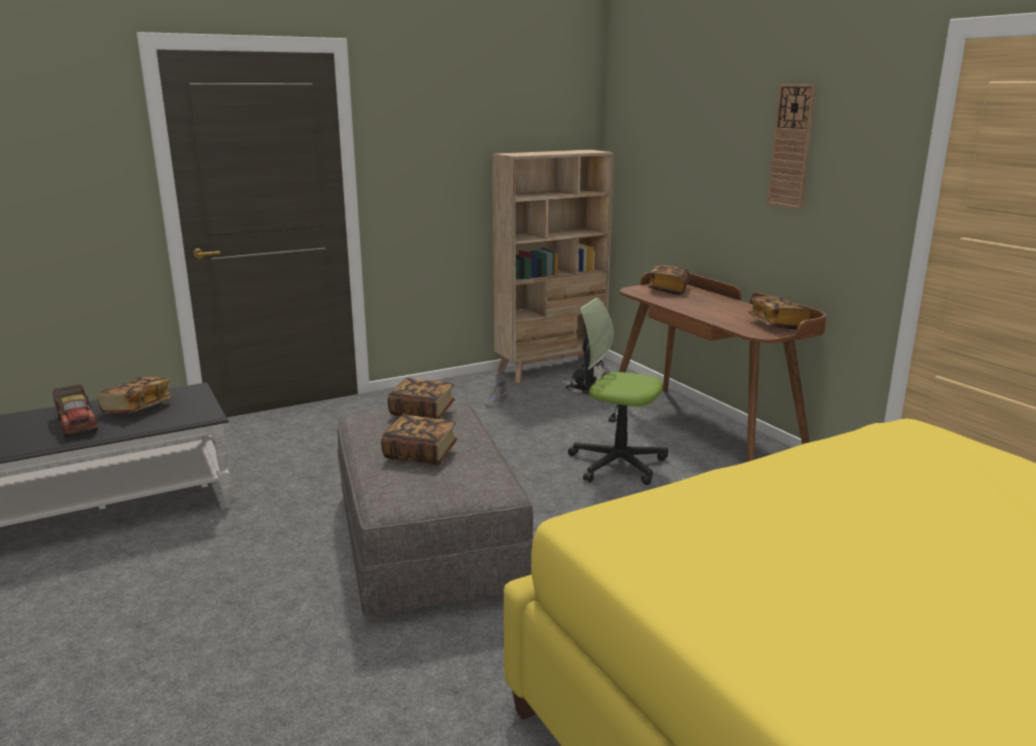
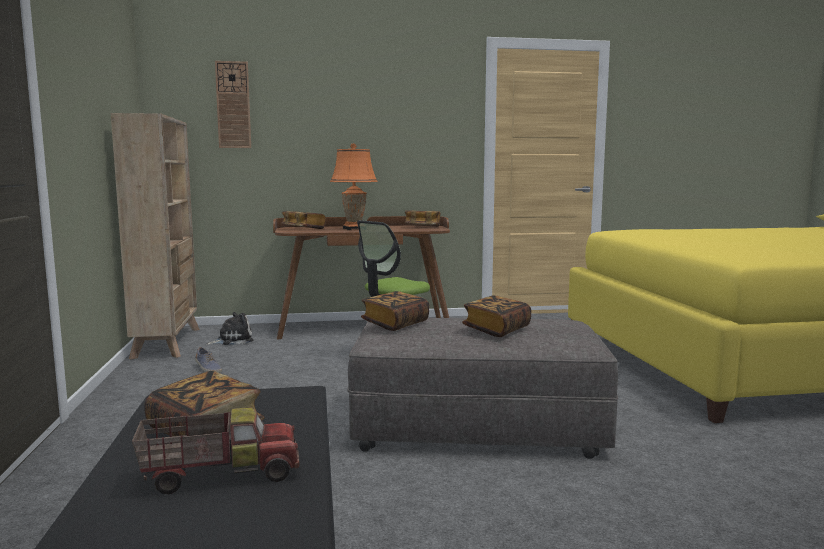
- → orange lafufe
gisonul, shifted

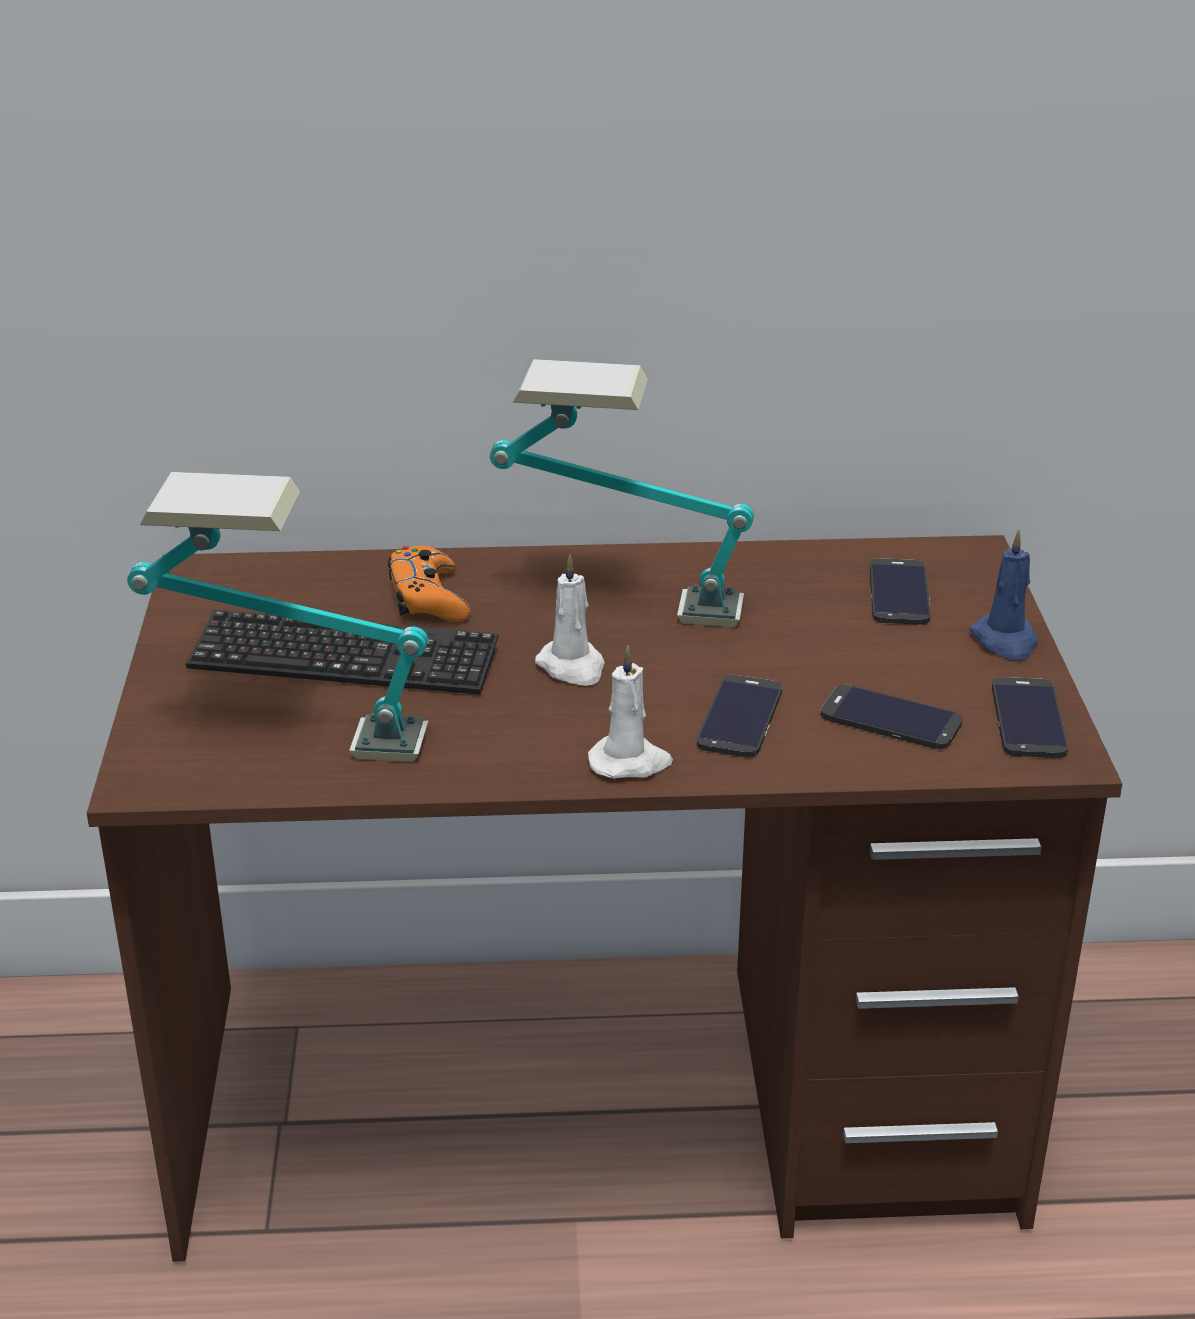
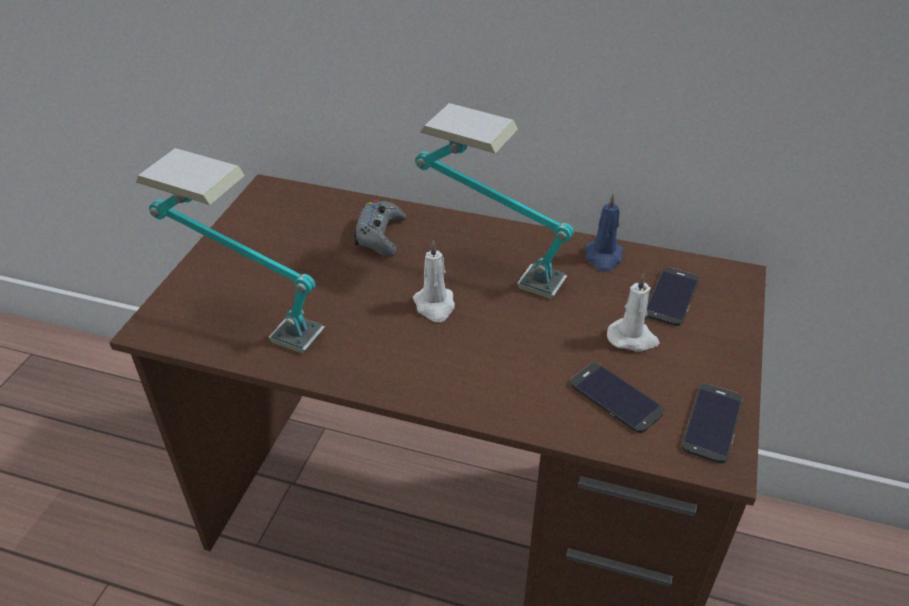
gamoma → -
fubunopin (no. 1 from left) → -
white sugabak (no. 2 from left), shifted
blue sugabak, shifted
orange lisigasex → grey lisigasex

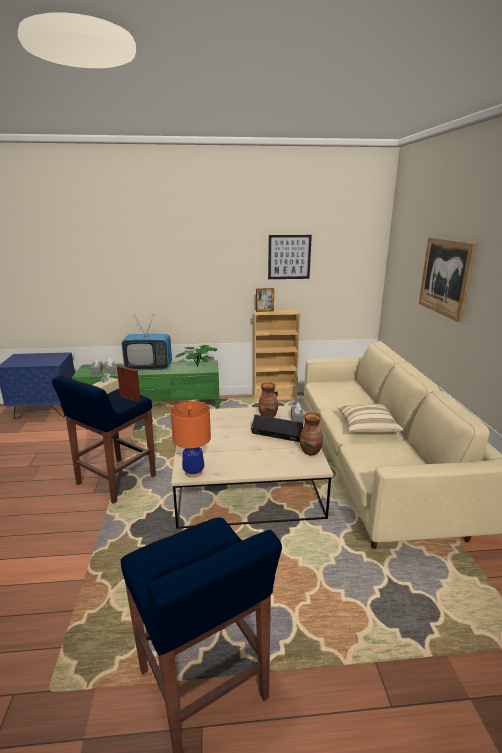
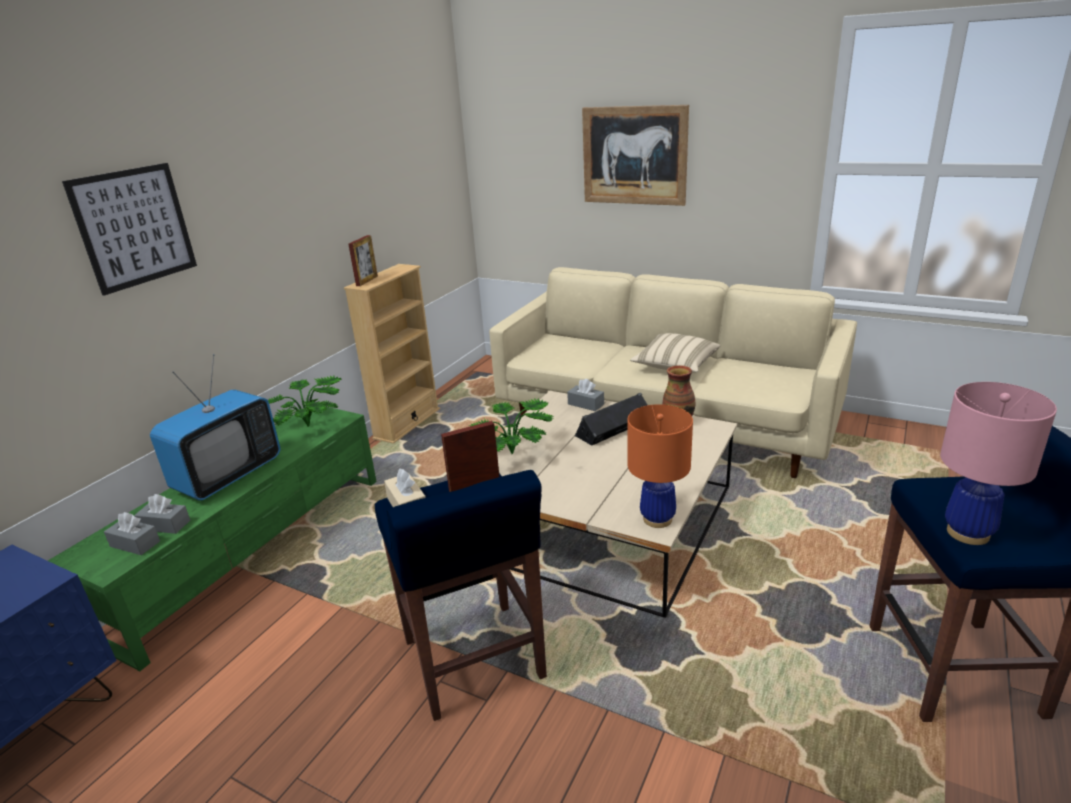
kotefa (no. 1 from left) → -
- → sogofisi (no. 2 from left)
- → pink lafufe
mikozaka (no. 1 from left), shifted

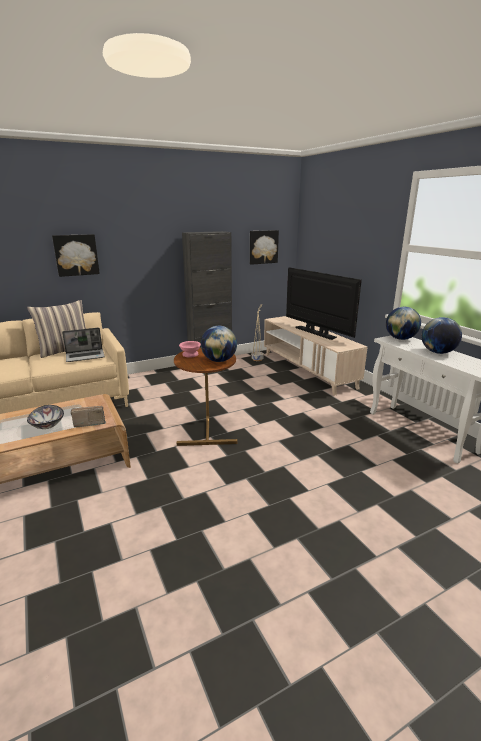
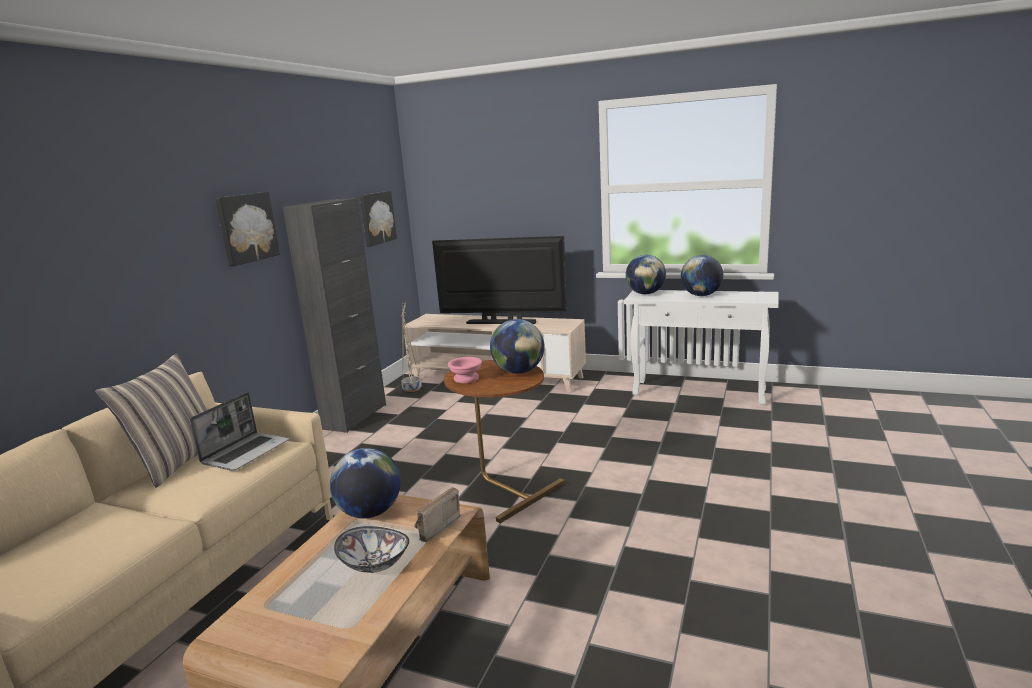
- → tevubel (no. 1 from left)
mikozaka (no. 1 from left), shifted

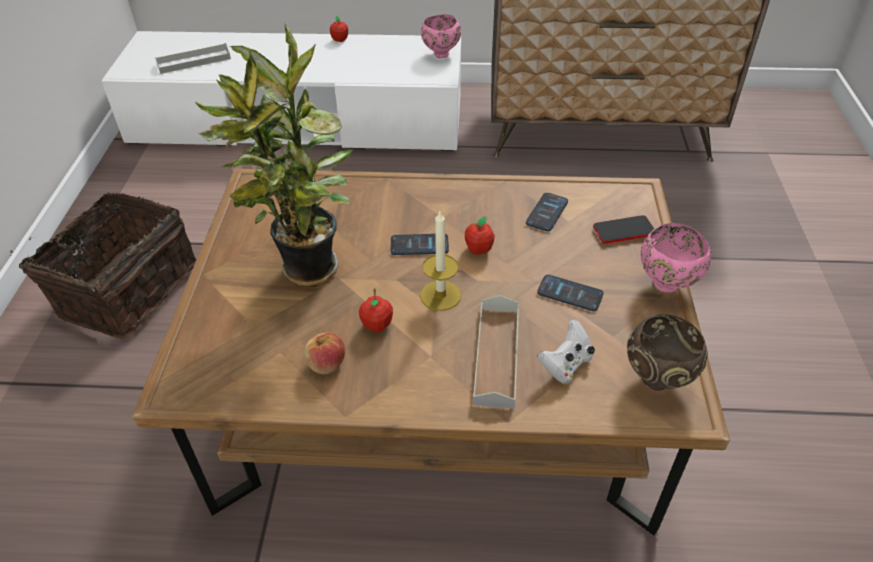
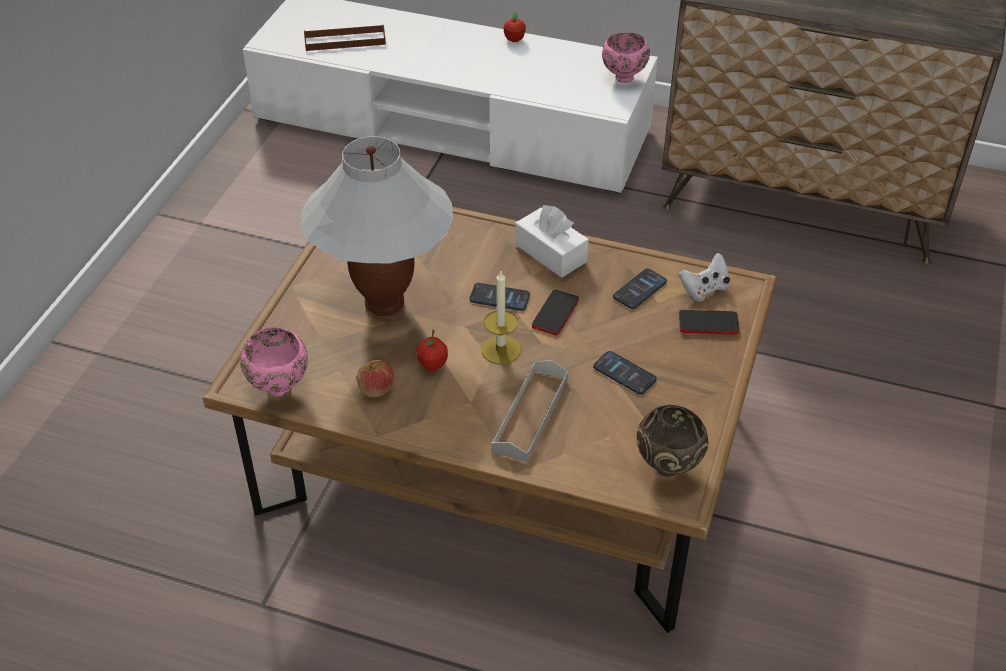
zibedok → -
- → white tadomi
white lisigasex, shifted
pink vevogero (no. 2 from left in the first image) → pink vevogero (no. 1 from left), shifted
sogofisi → white lafufe
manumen (no. 4 from left) → fubunopin (no. 2 from left)
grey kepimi (no. 1 from left) → brown kepimi

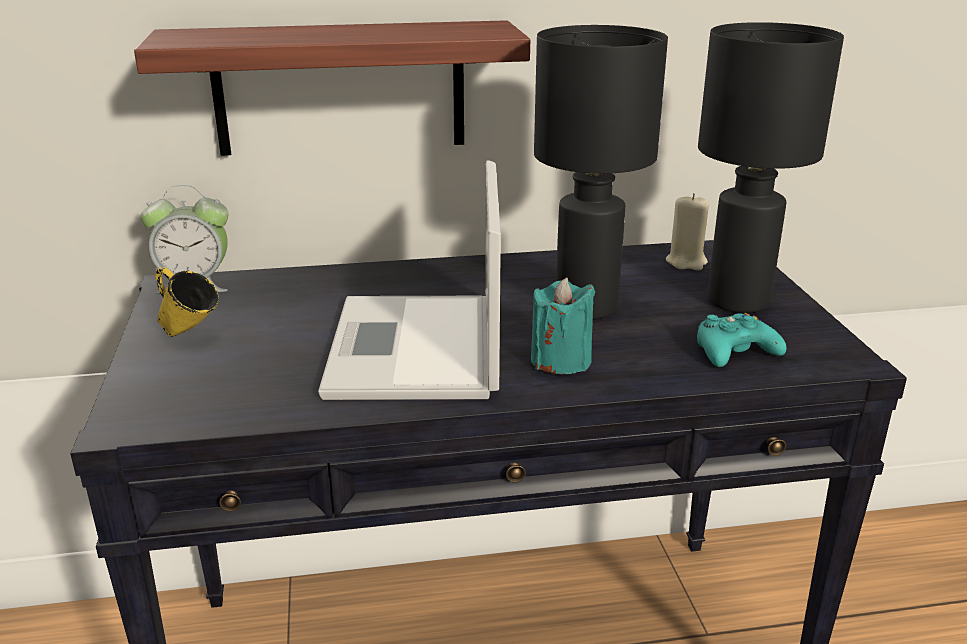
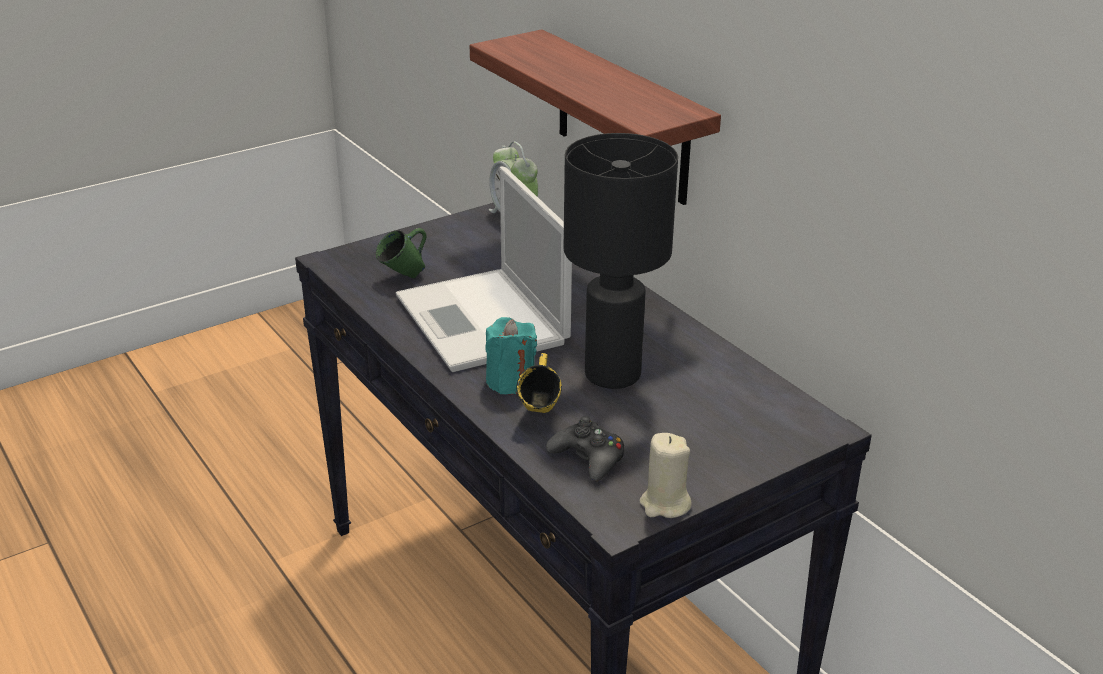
black lafufe (no. 2 from left) → -
- → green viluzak
yellow viluzak, shifted
beige sugabak, shifted
turquoise lisigasex → black lisigasex
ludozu, 90 degrees counterclockwise

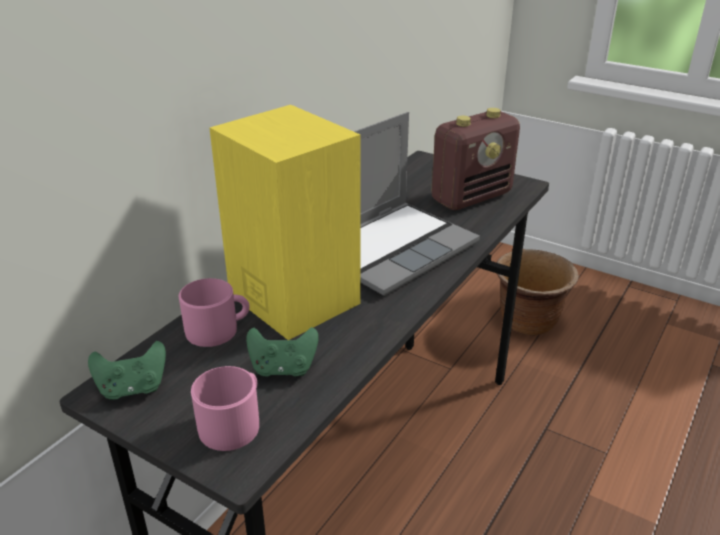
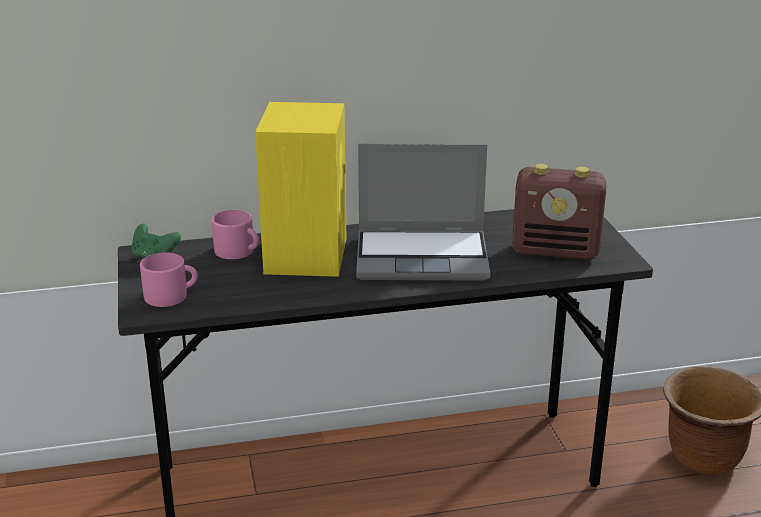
green lisigasex (no. 2 from left) → -

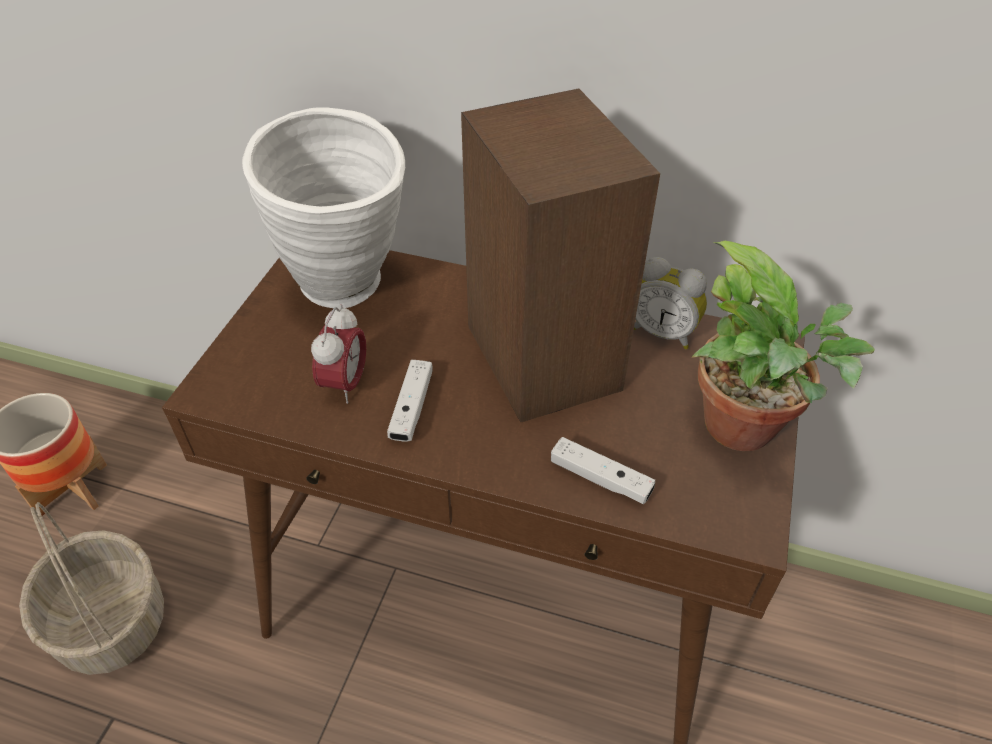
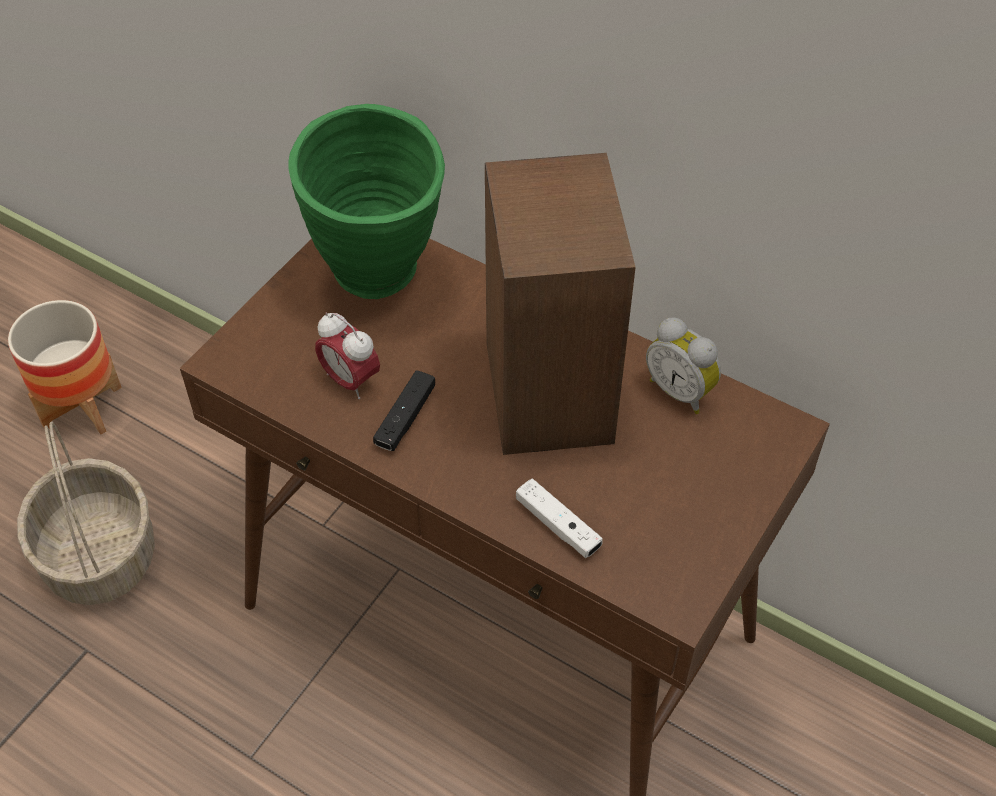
sogofisi → -
white kotefa → green kotefa
white lisigasex (no. 1 from left) → black lisigasex
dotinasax (no. 1 from left), 105 degrees clockwise

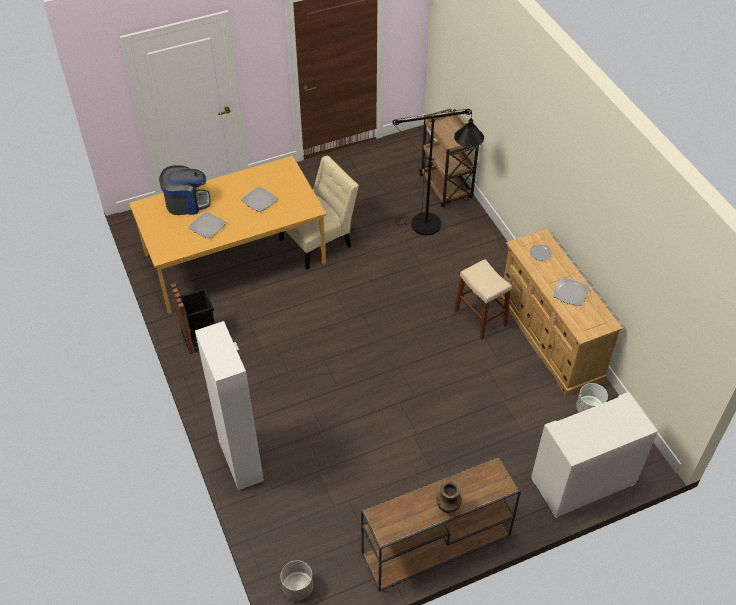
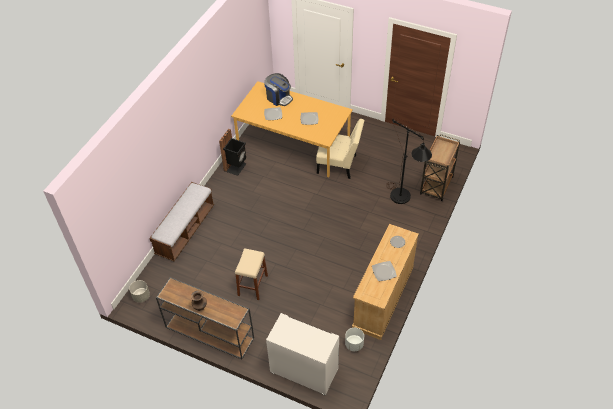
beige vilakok, shifted
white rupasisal → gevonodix

